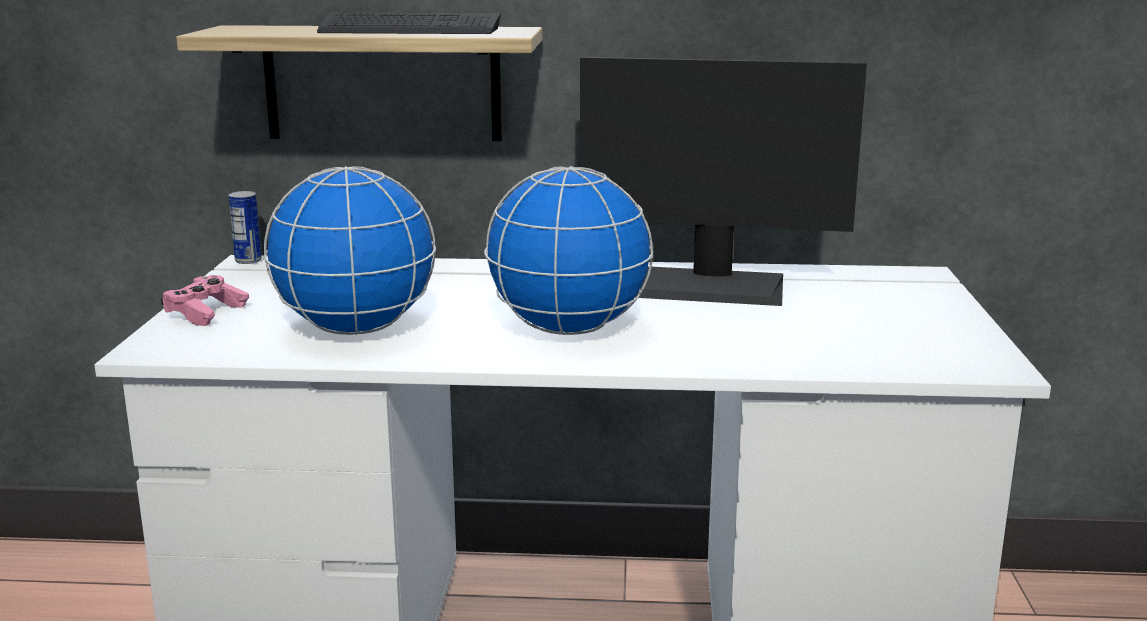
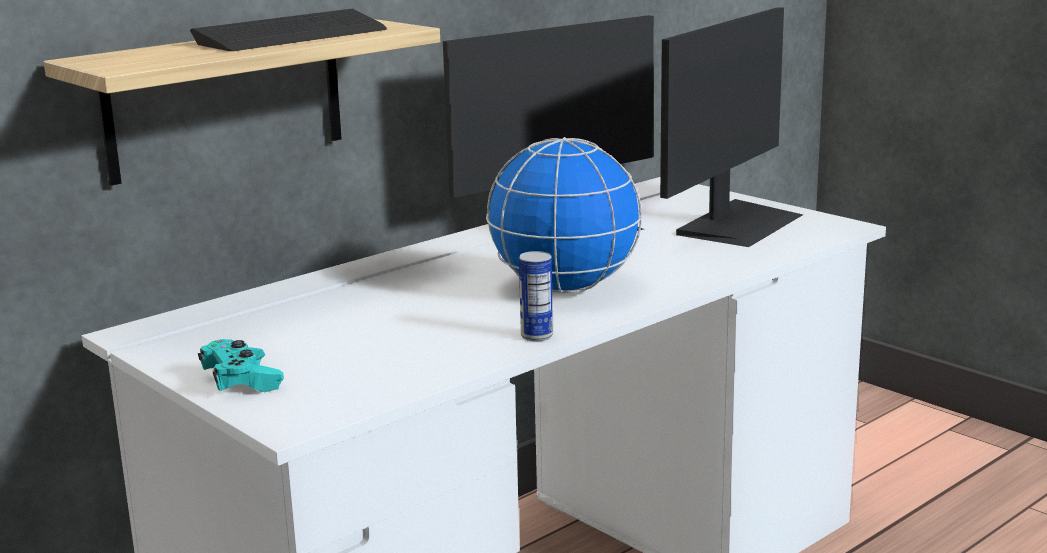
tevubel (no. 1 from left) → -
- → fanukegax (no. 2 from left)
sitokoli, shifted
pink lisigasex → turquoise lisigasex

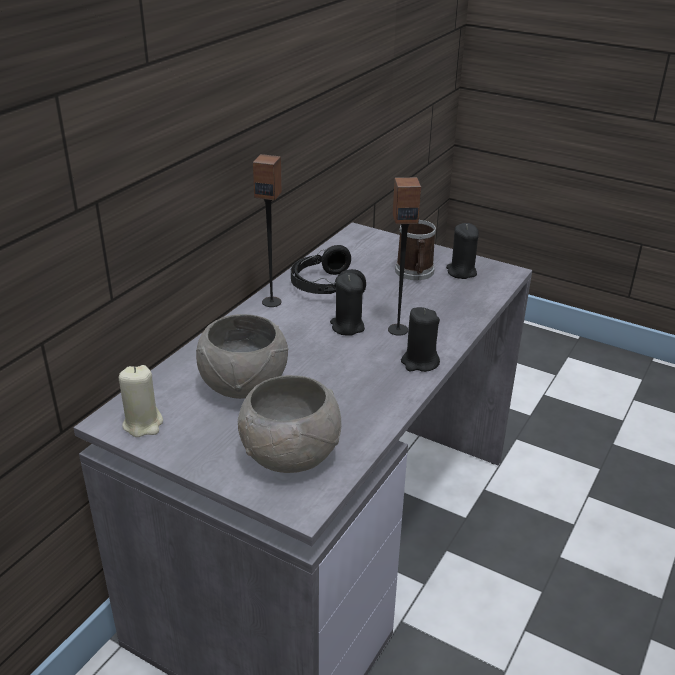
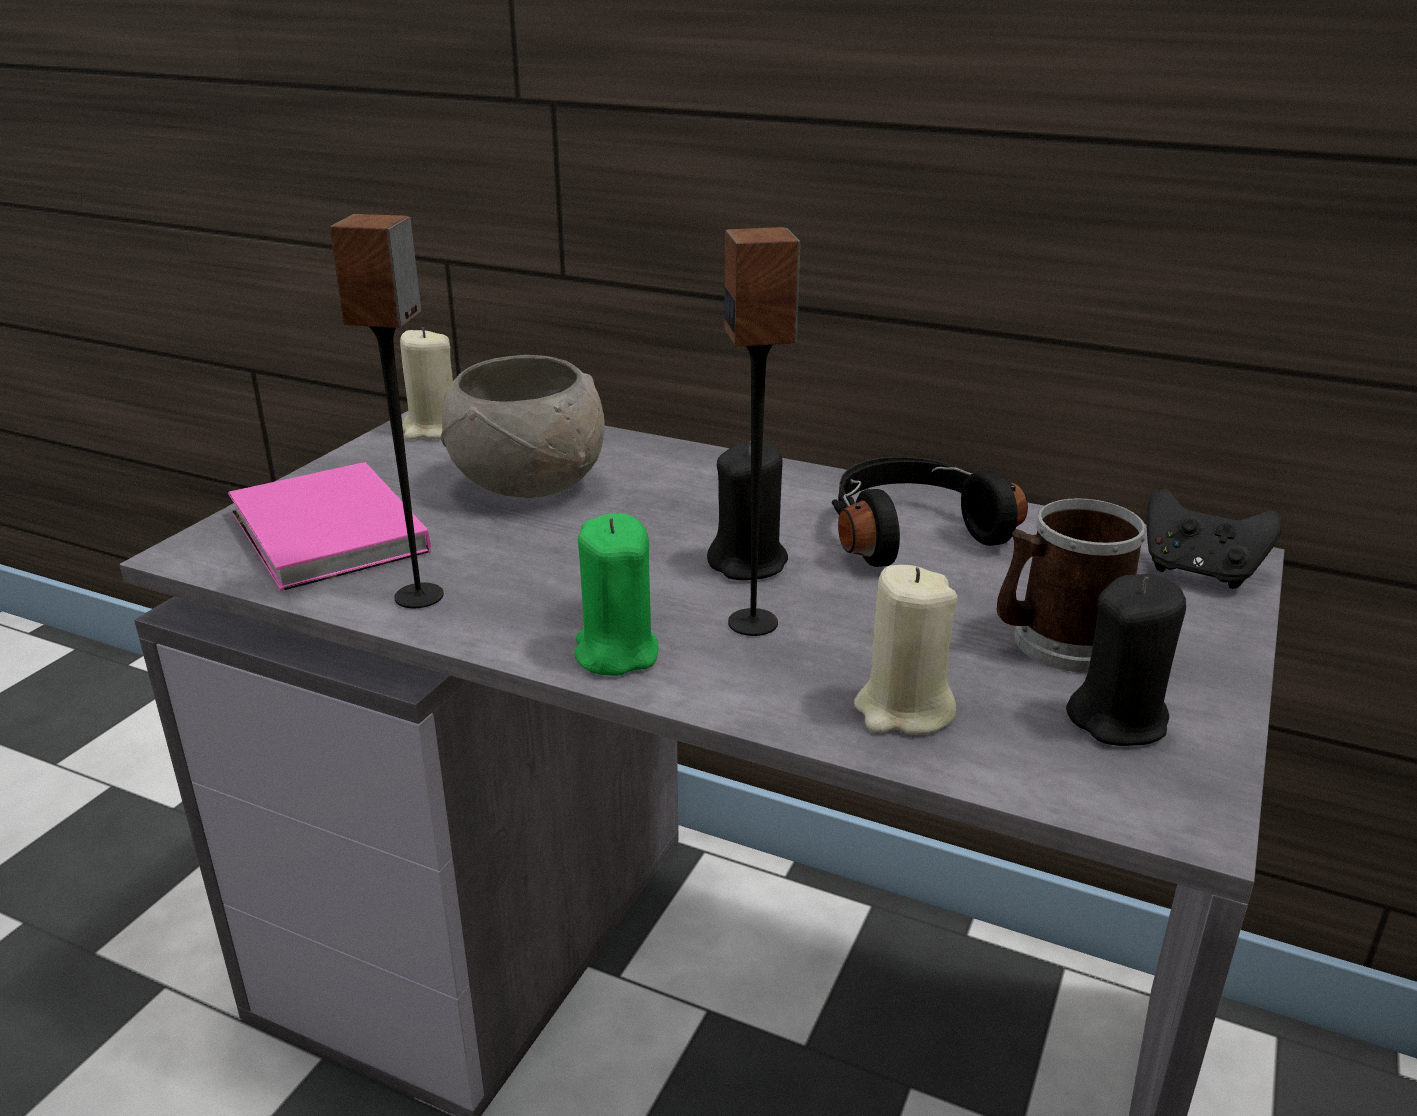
- → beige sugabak (no. 2 from left)
- → black lisigasex
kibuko (no. 1 from left), shifted
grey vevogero (no. 2 from left) → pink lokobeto
black sugabak (no. 2 from left) → green sugabak

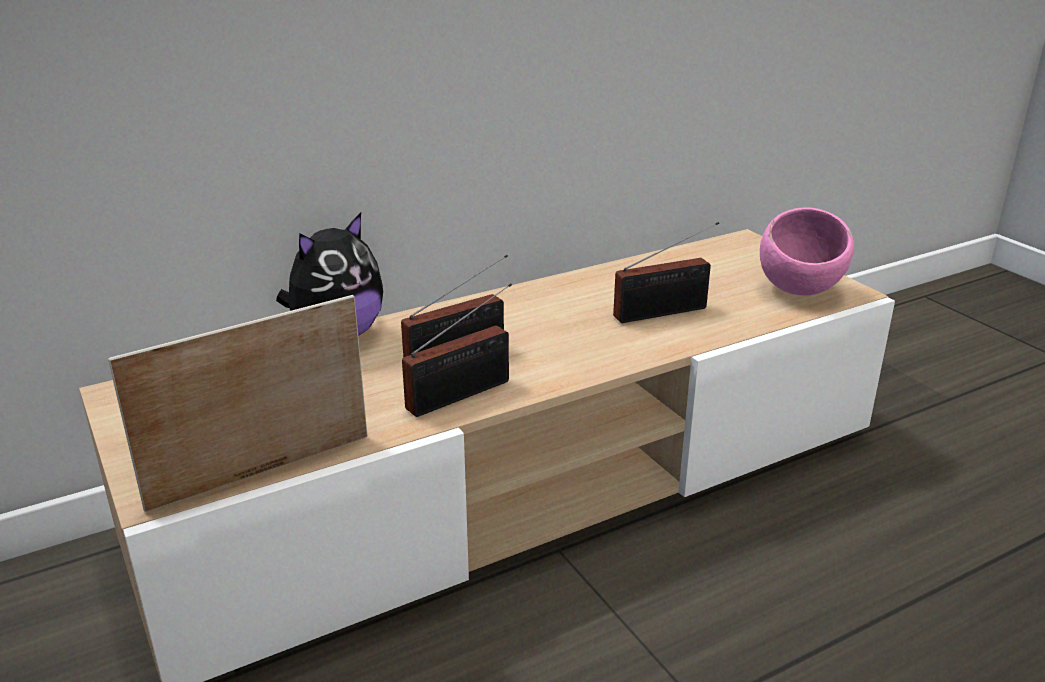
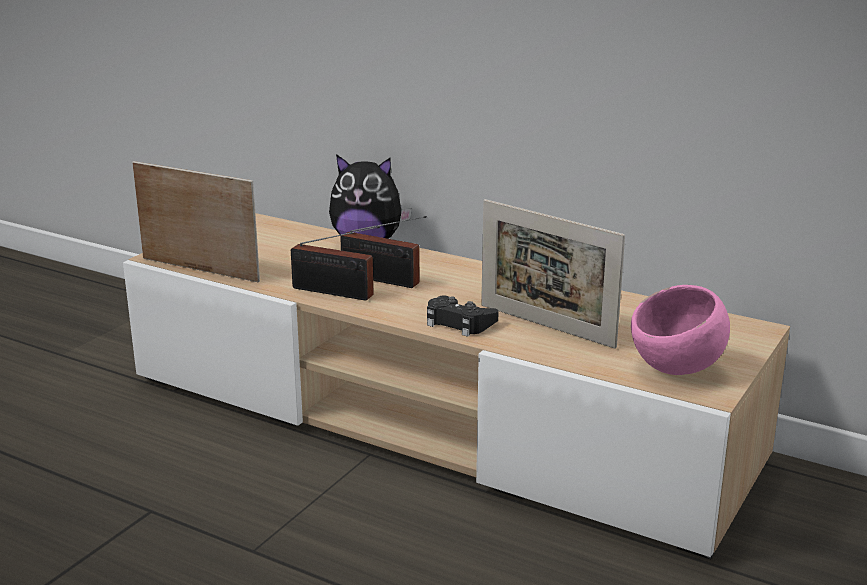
- → black lisigasex
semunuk (no. 3 from left) → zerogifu (no. 2 from left)

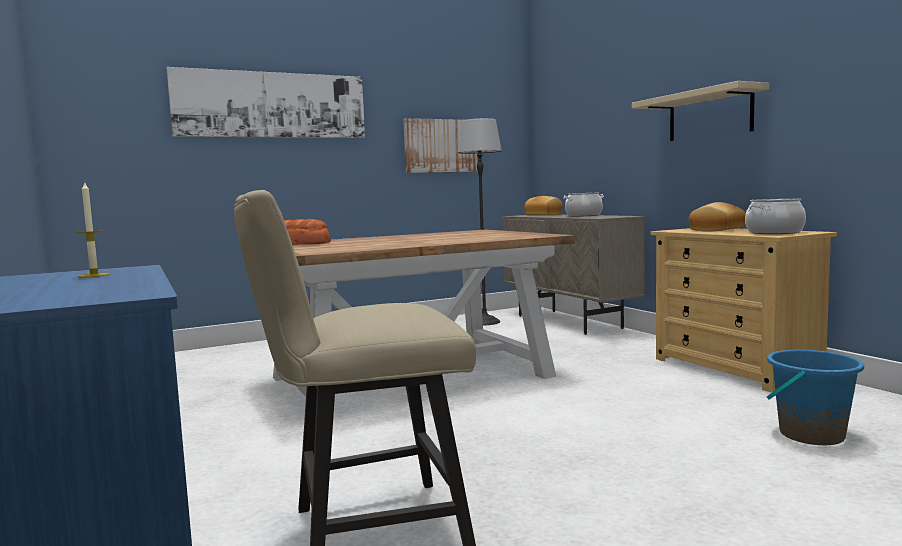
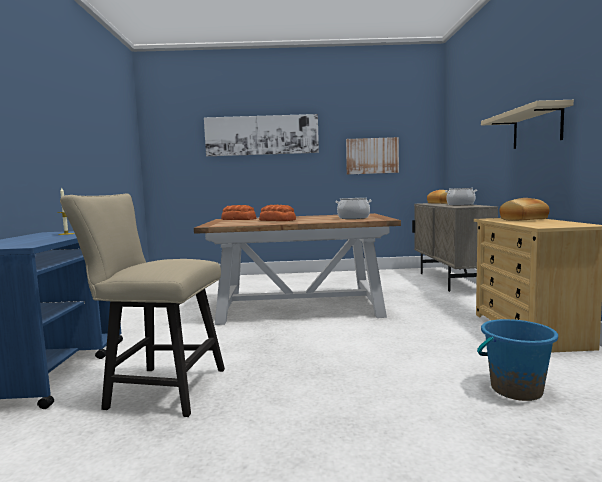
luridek → -
- → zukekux (no. 2 from left)
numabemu (no. 2 from left in the first image) → numabemu (no. 1 from left), shifted

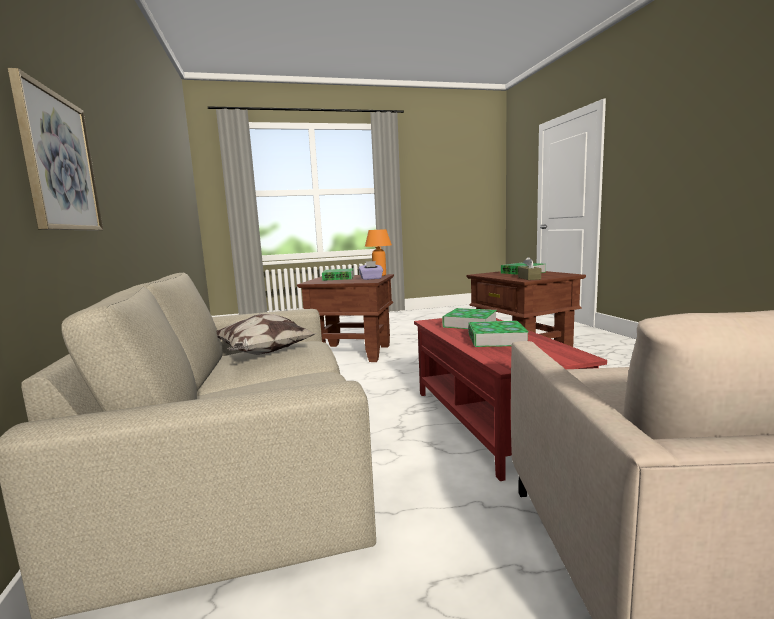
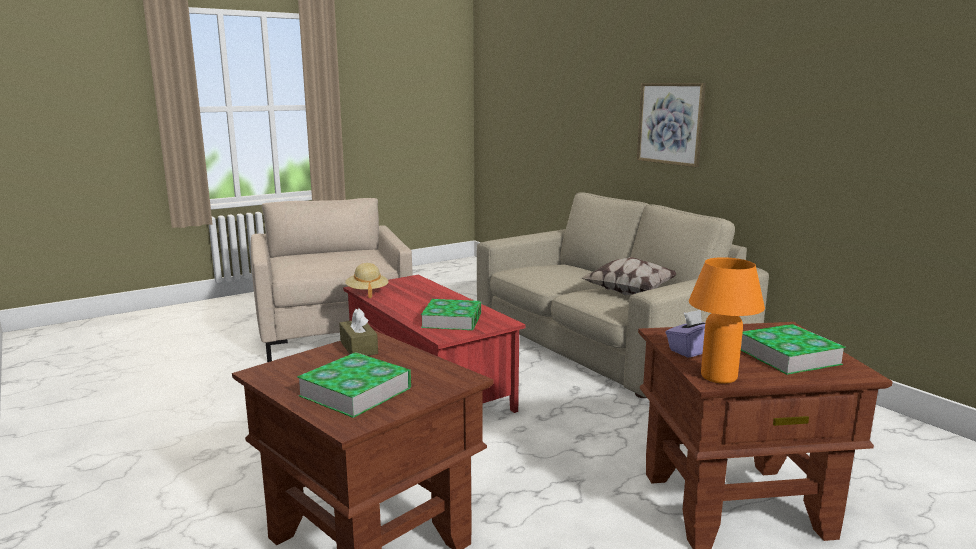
lokobeto (no. 3 from left) → -
- → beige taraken

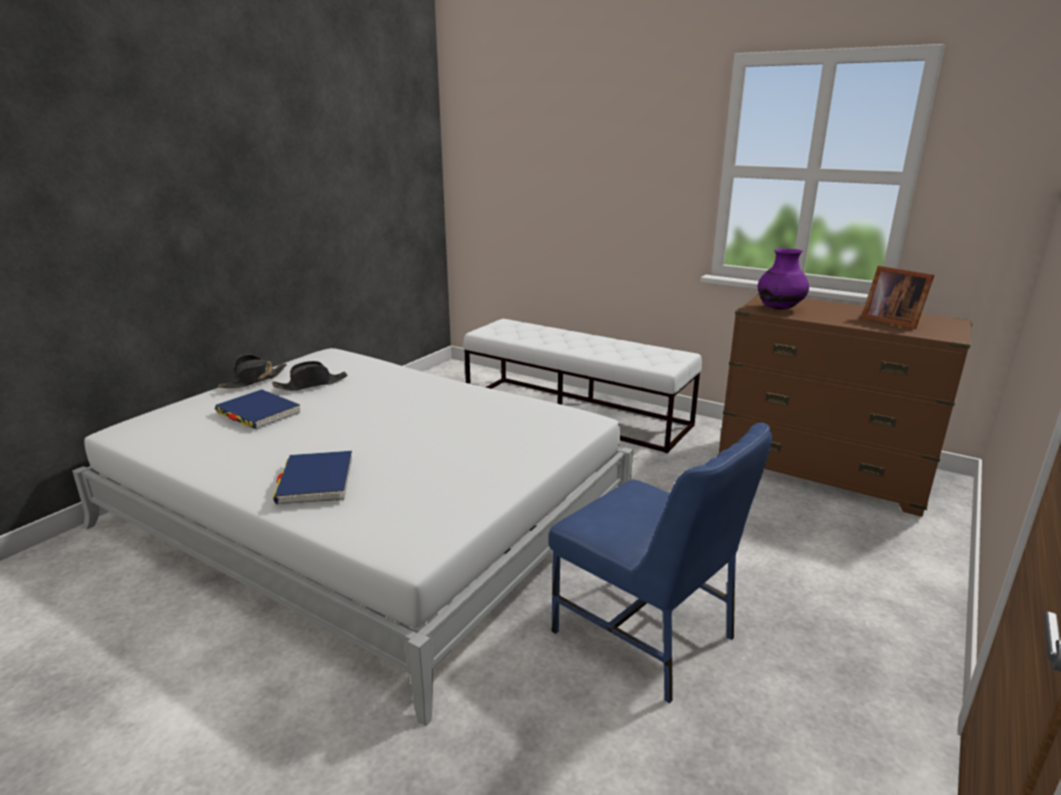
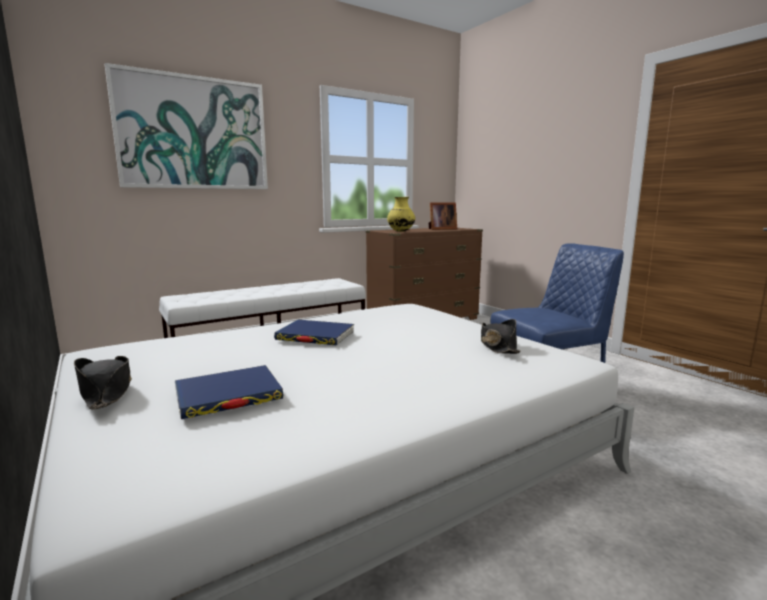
- → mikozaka
black taraken (no. 2 from left), shifted
blue lokobeto (no. 2 from left), shifted
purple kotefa → yellow kotefa

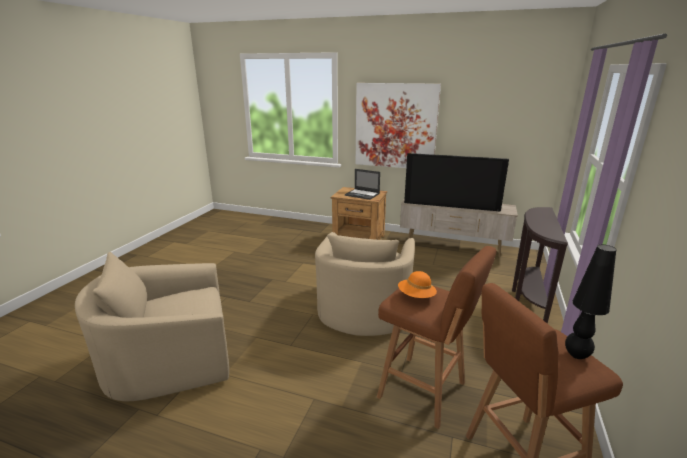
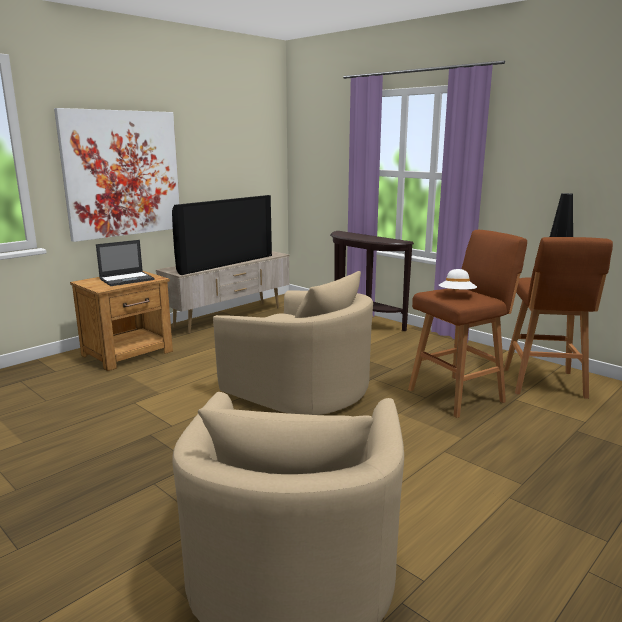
orange taraken → white taraken

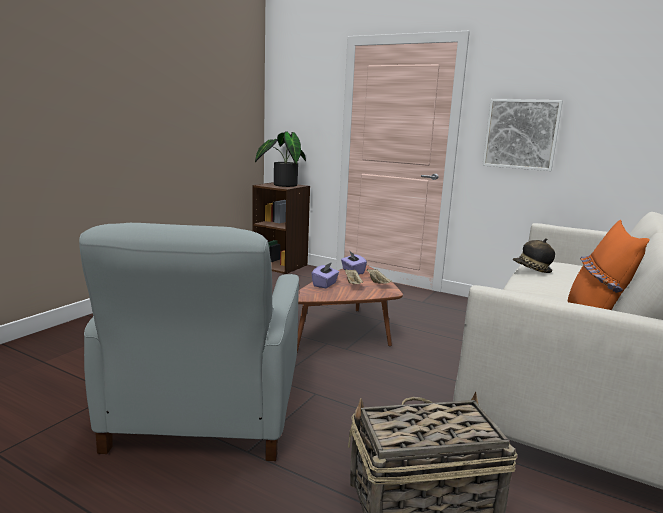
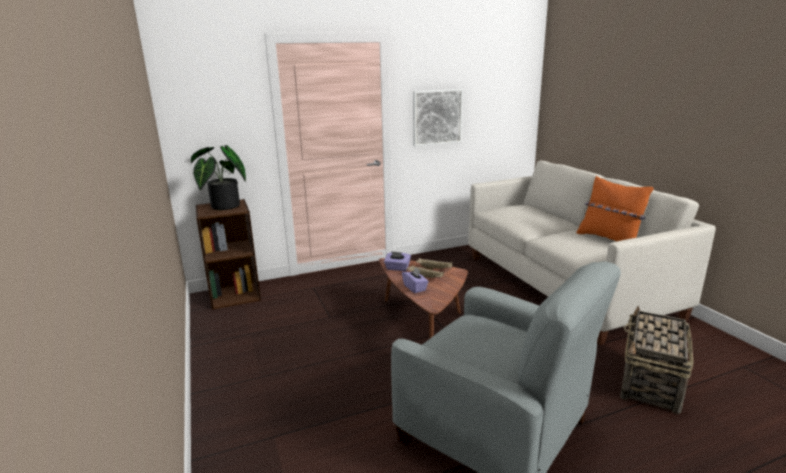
taraken → -

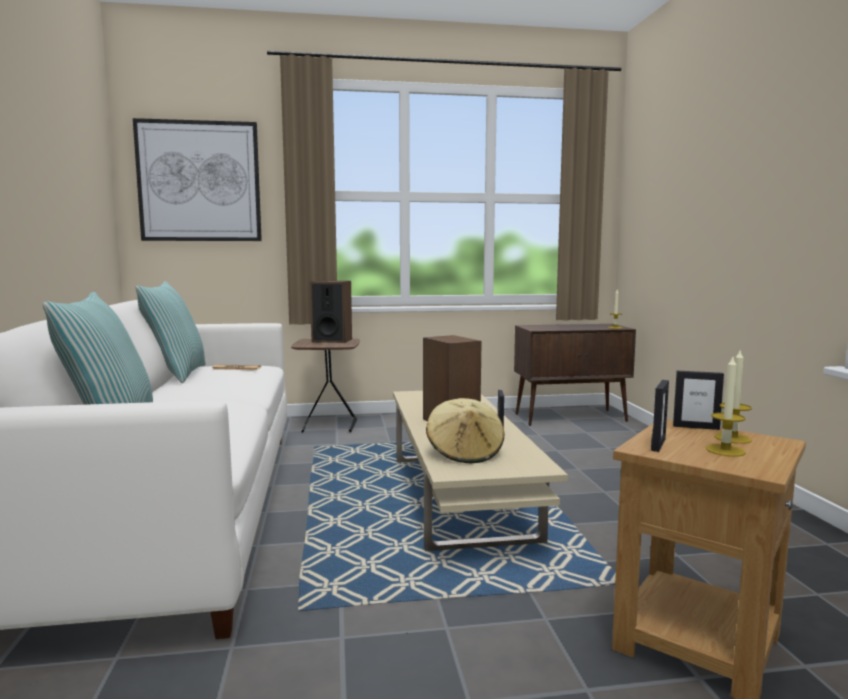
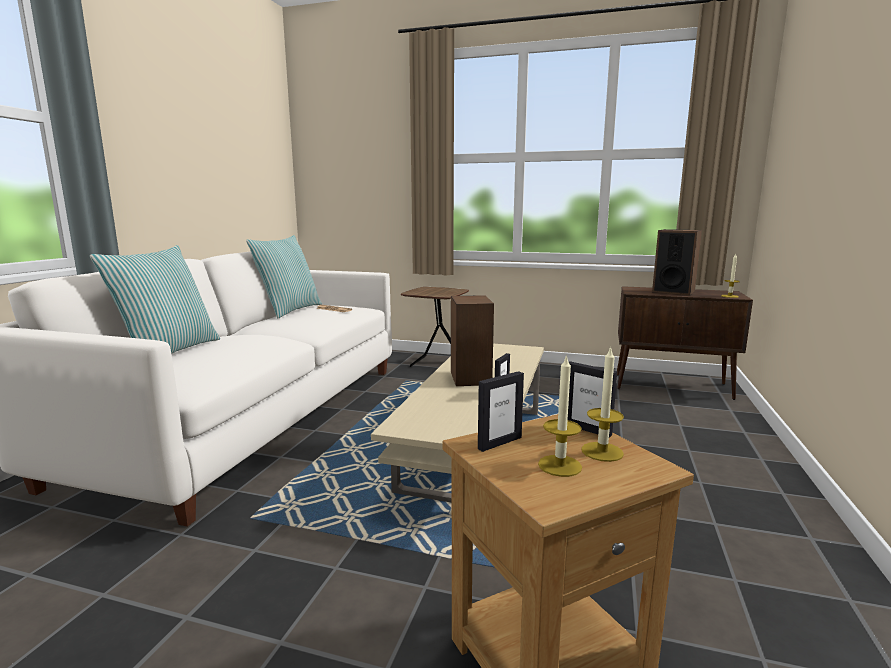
mikozaka → -
beige taraken → -
kibuko (no. 1 from left in the first image) → kibuko (no. 2 from left), shifted

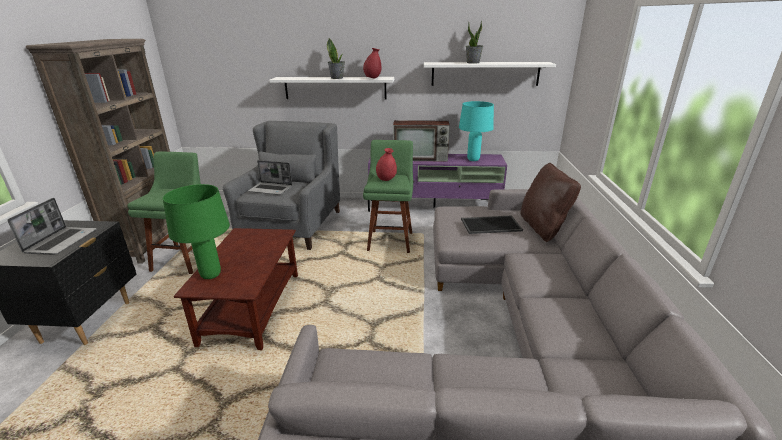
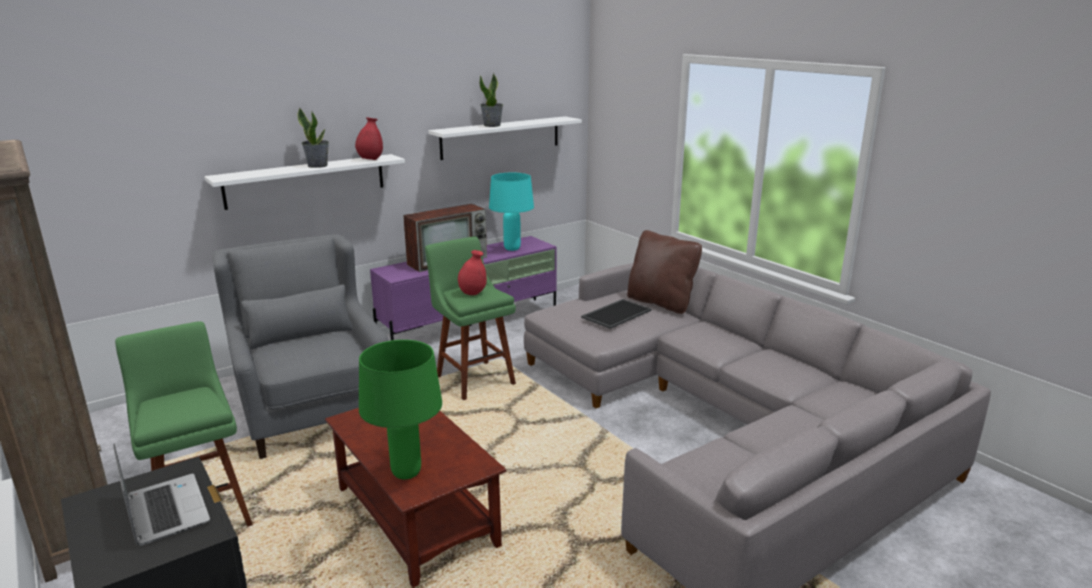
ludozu (no. 2 from left) → -

